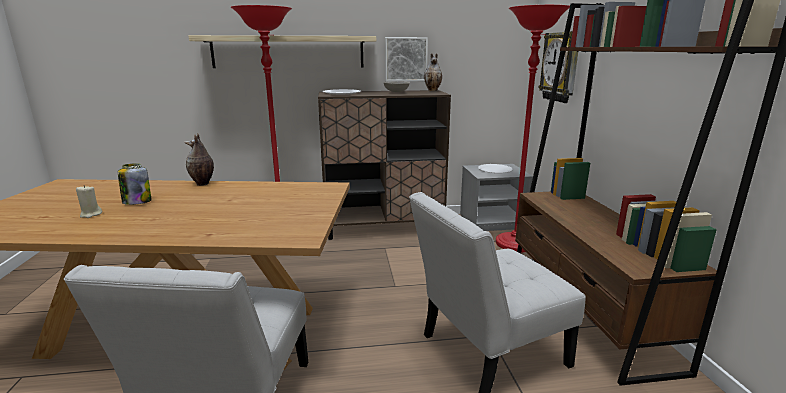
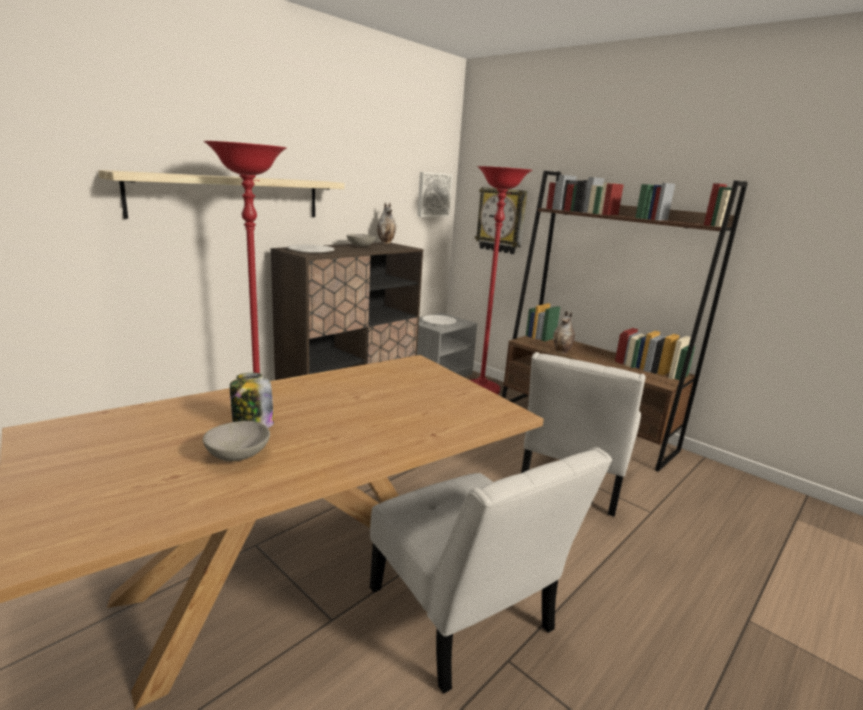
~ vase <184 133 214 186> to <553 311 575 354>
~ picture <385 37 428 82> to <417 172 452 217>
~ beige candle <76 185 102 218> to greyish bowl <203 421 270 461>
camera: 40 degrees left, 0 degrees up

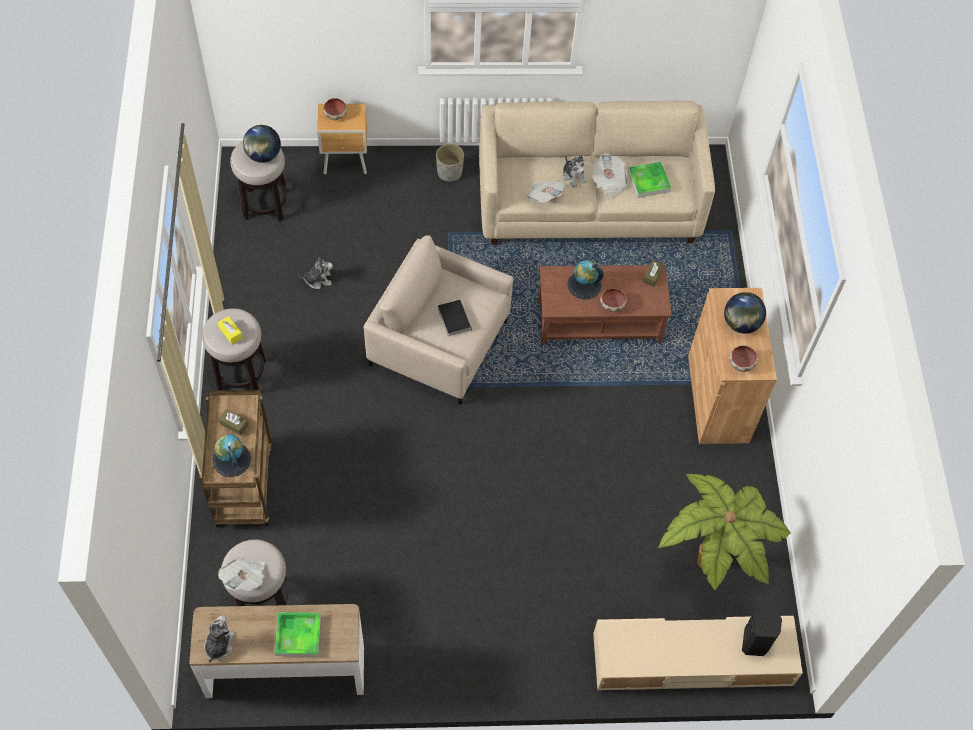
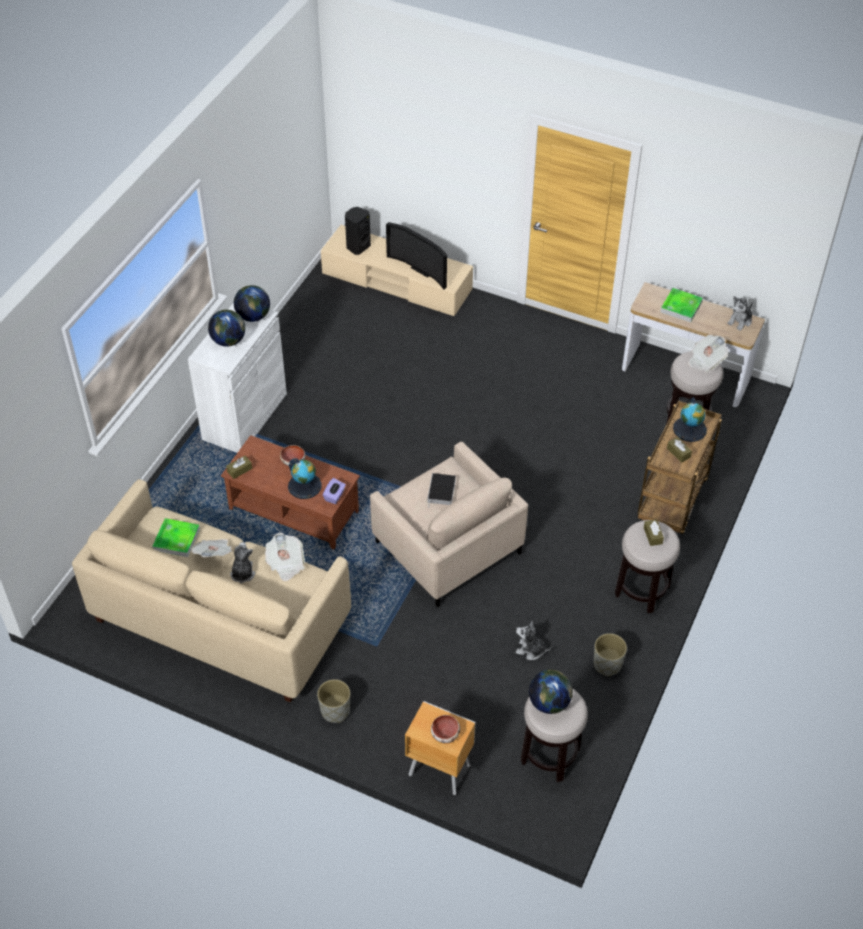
- potted plant <658 474 791 591>
+ purplish tissue holder <323 478 346 504>
+ television <386 222 447 289>
+ greyish planter <594 633 627 676>
~ bowl <729 346 758 372> to globe <234 285 270 322>
~ yellowish tissue holder <218 316 243 344> to brownish tissue holder <644 519 664 546>
~ brownish cabinet <688 288 777 444> to whitish cabinet <188 303 287 453>
camera: 150 degrees left, 10 degrees down

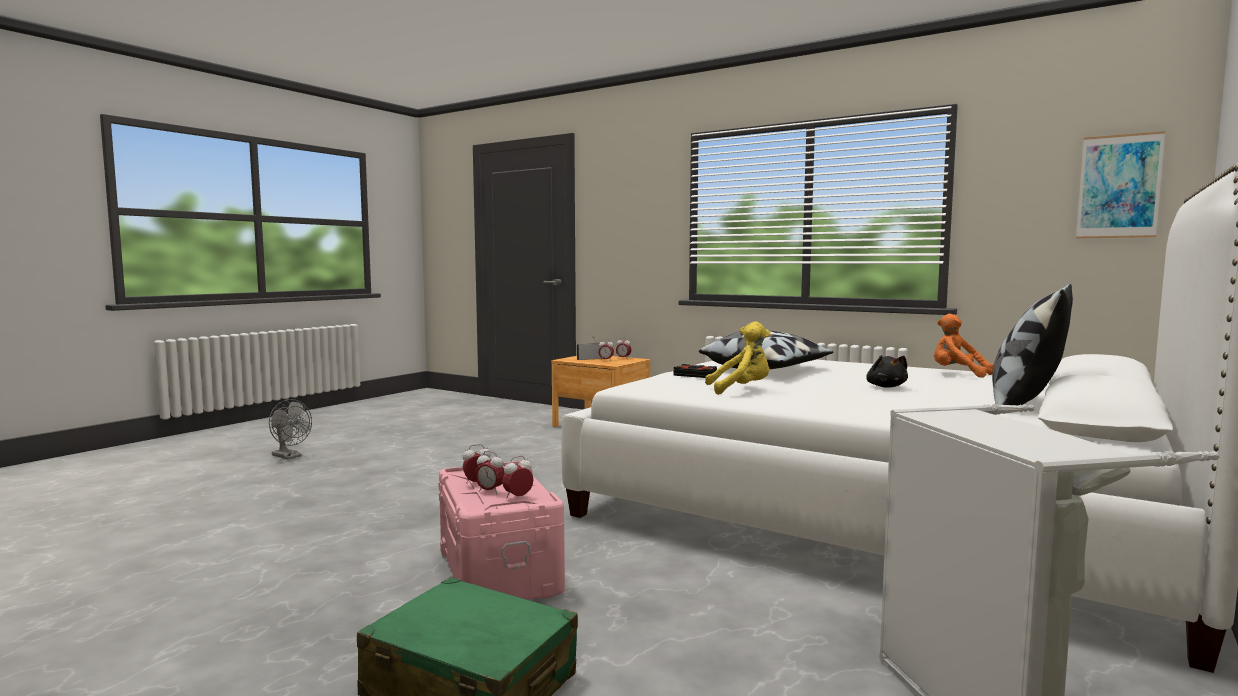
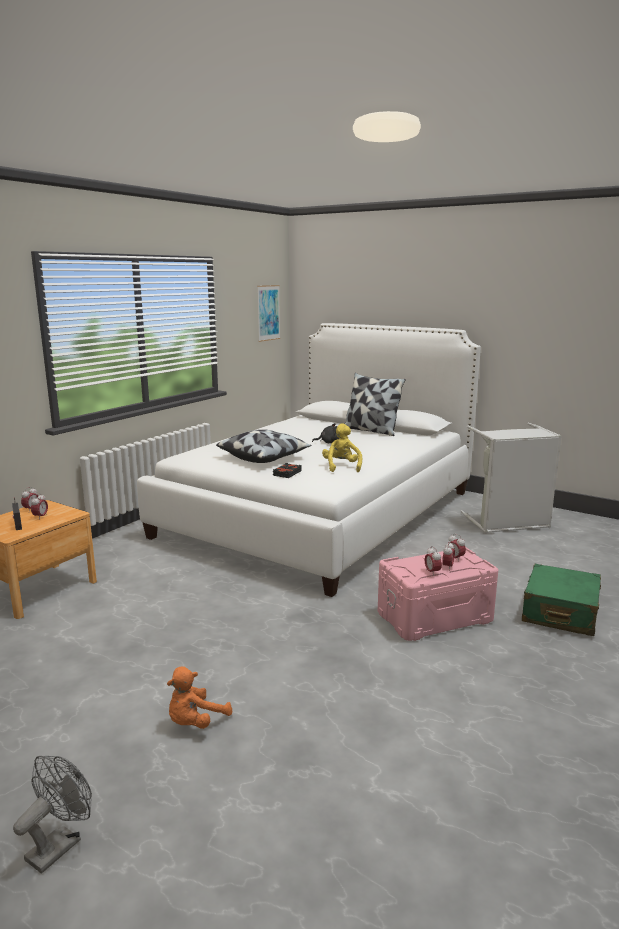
~ orange-coloured plush toy <934 314 994 378> to <167 667 232 729>
camera: 90 degrees left, 10 degrees up

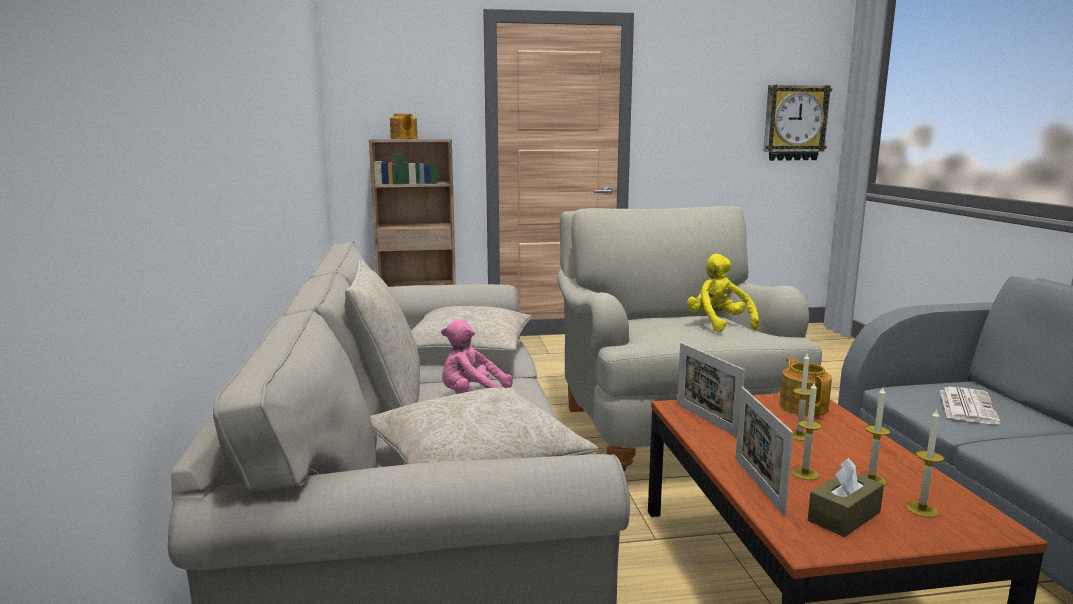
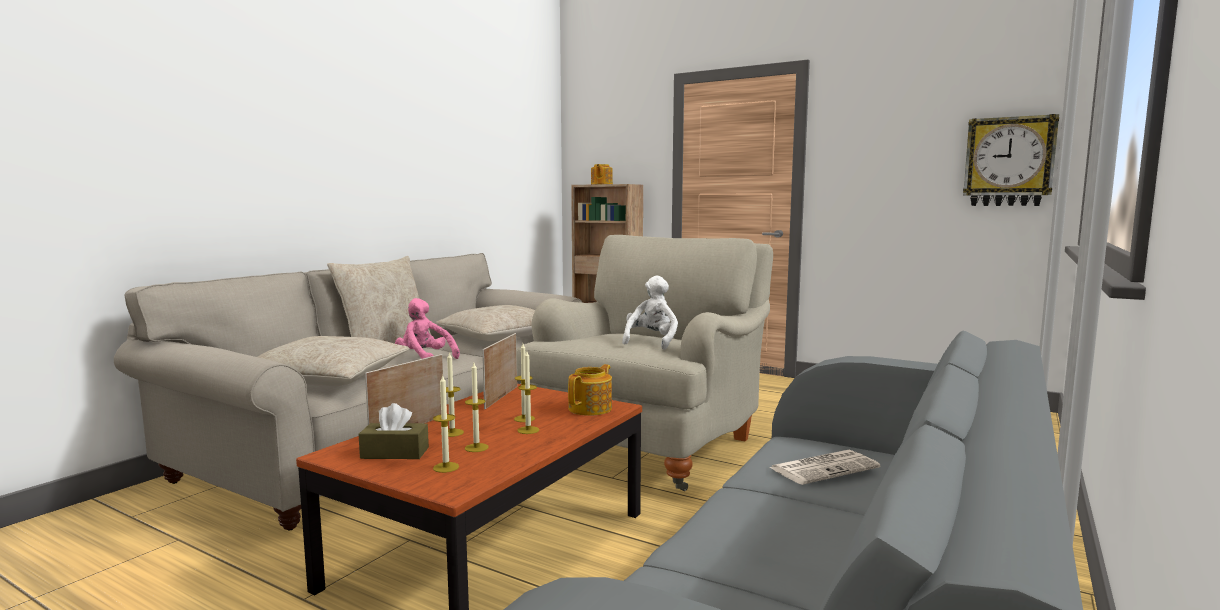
+ candle <517 351 539 434>
~ yellowish plush toy <687 254 759 332> to whitish plush toy <622 276 678 350>
camera: 40 degrees right, 5 degrees down

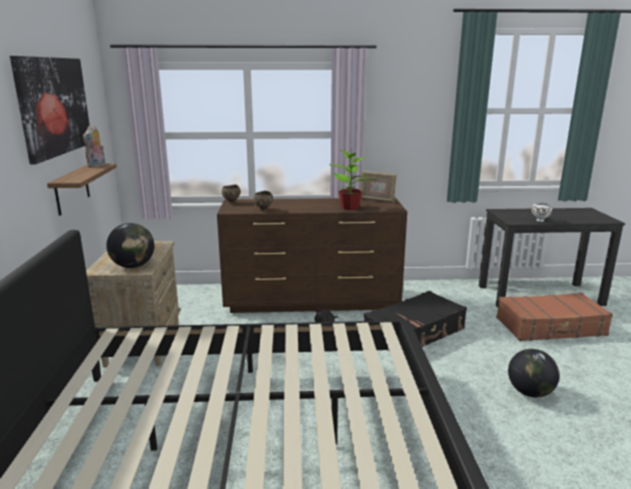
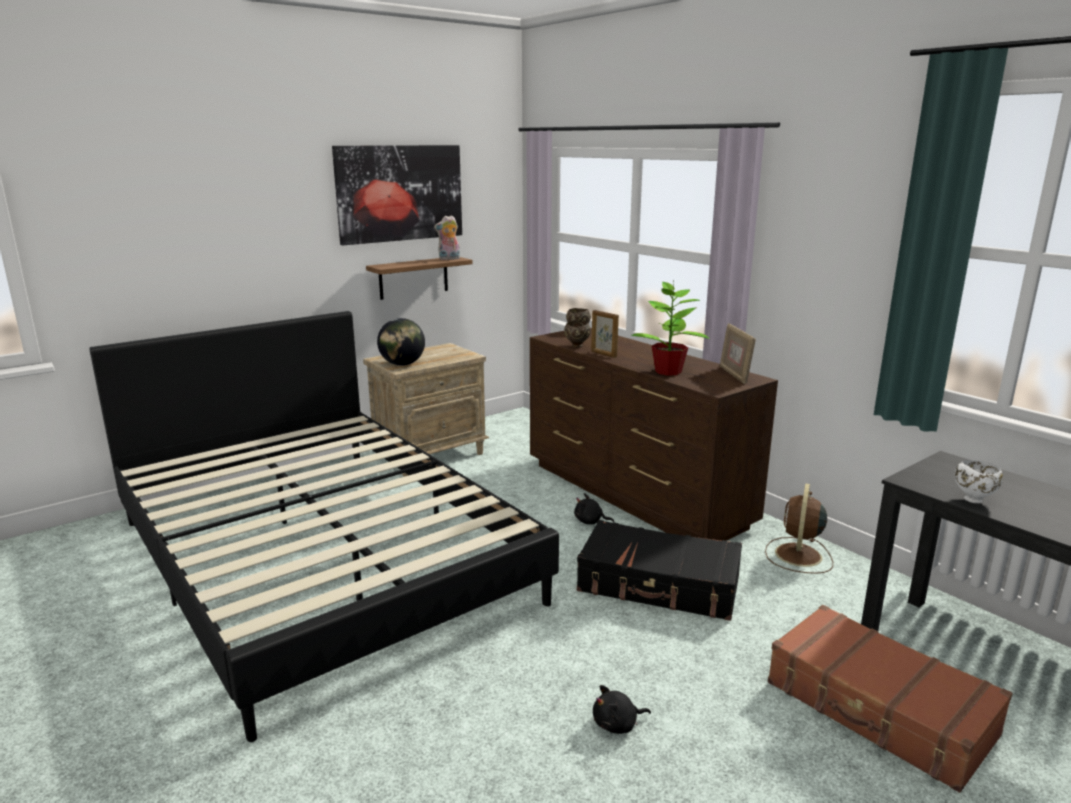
+ photo frame <591 310 619 358>
+ brownish electric fan <765 483 833 574>
~ globe <508 349 560 397> to black plush toy <593 685 651 734>
camera: 55 degrees right, 0 degrees up

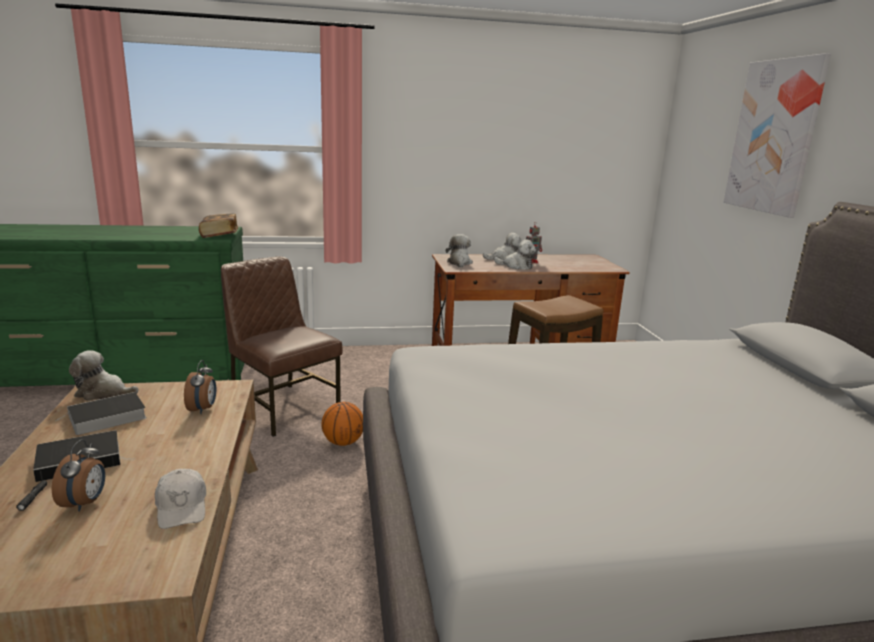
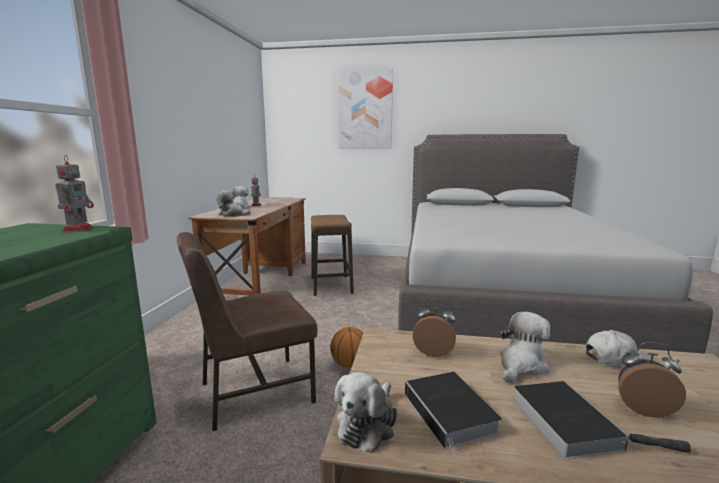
~ plush toy <494 240 536 270> to <500 312 550 382>
~ volume <199 213 238 238> to robot figure <55 155 94 231>
camera: 70 degrees left, 5 degrees down

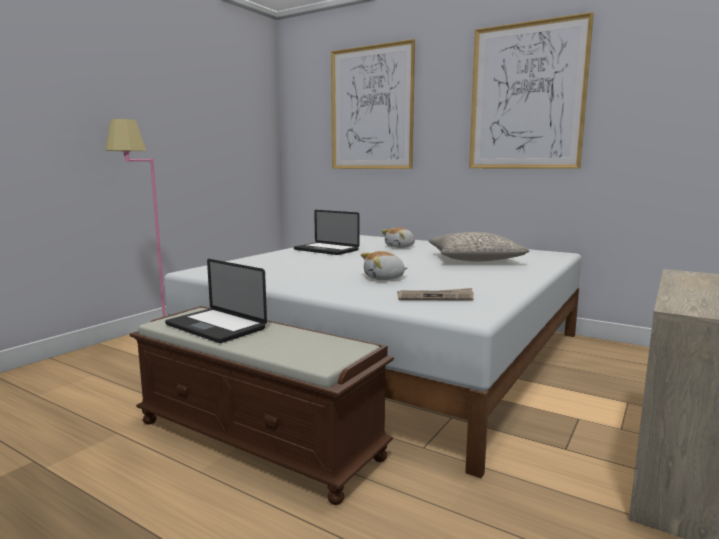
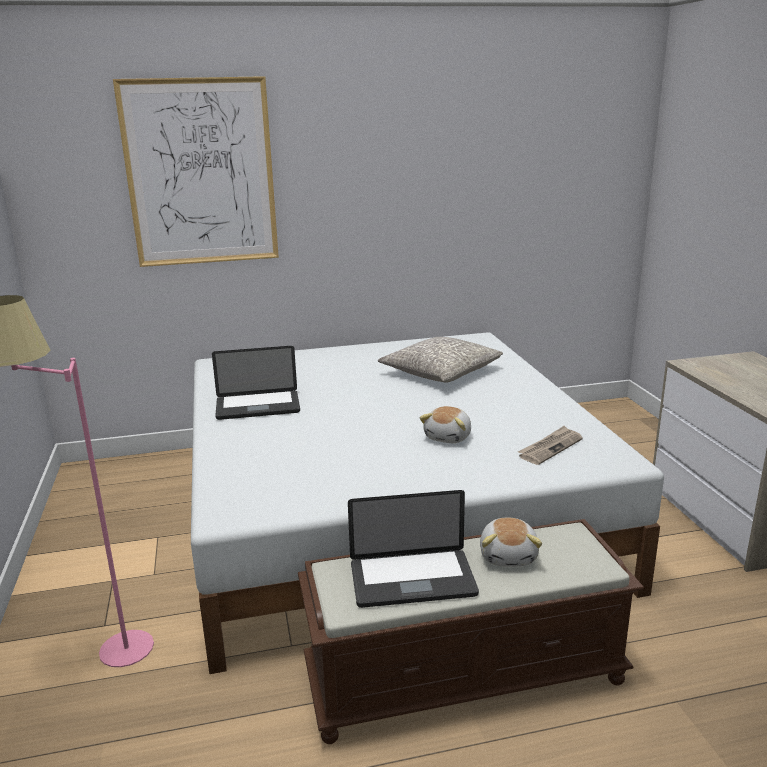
- picture <469 12 594 169>
~ plush toy <382 228 415 248> to <480 518 542 567>
camera: 45 degrees left, 10 degrees up

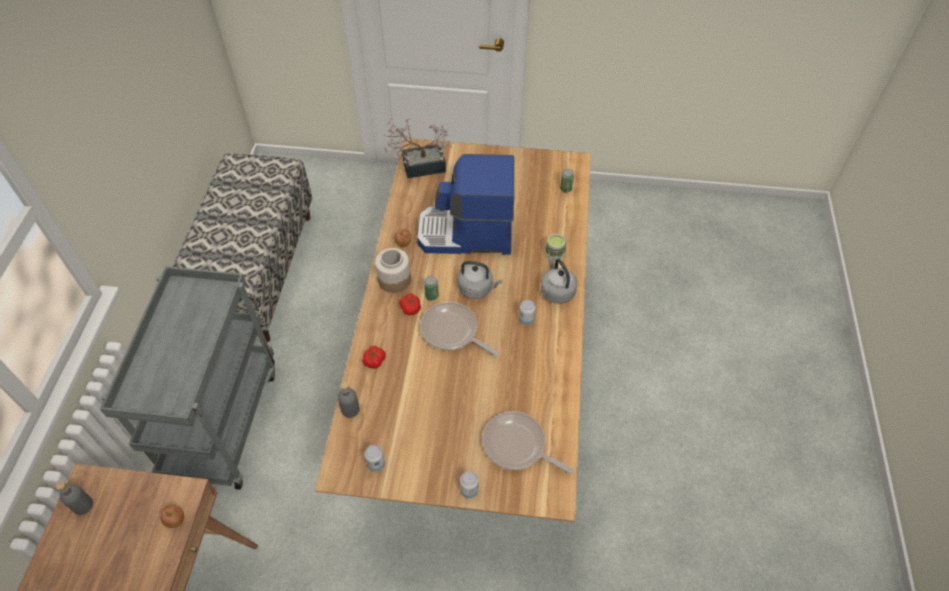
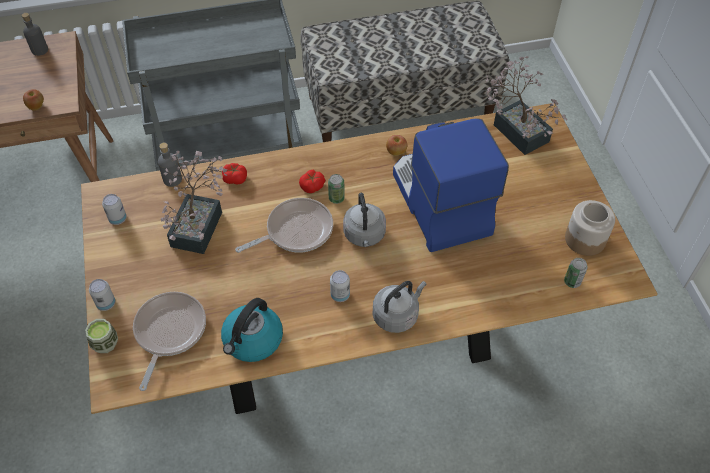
+ potted plant <161 151 228 254>
+ kettle <221 298 283 362>
~ storage jar <375 248 411 293> to <565 200 615 256>
~ small cup <545 234 566 260> to <85 319 118 353>
~ skillet <420 302 499 356> = <235 198 333 253> 45 degrees clockwise
camera: 70 degrees right, 0 degrees up

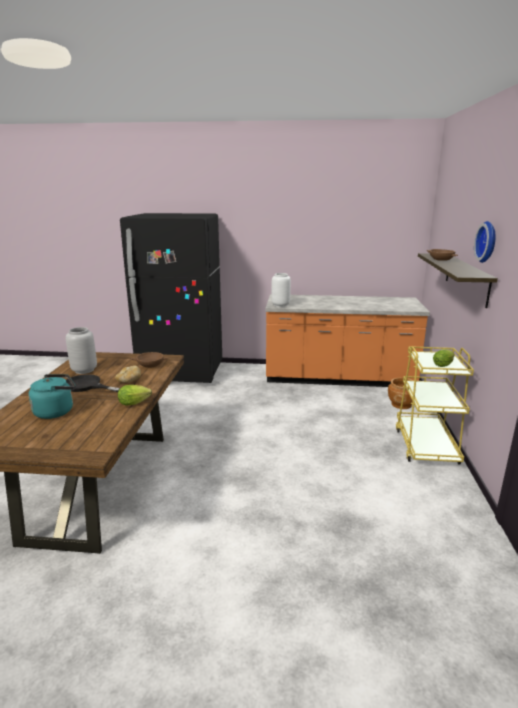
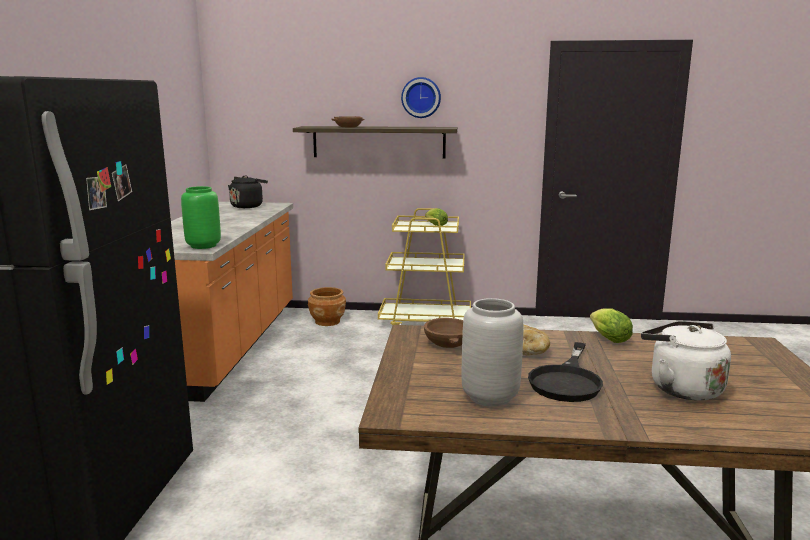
+ black kettle <228 176 268 208>
~ turquoise-coloured kettle <28 374 75 419> to whitish kettle <641 321 731 401>
~ whitish vase <271 273 291 307> to greenish vase <181 186 221 249>
camera: 90 degrees left, 5 degrees down

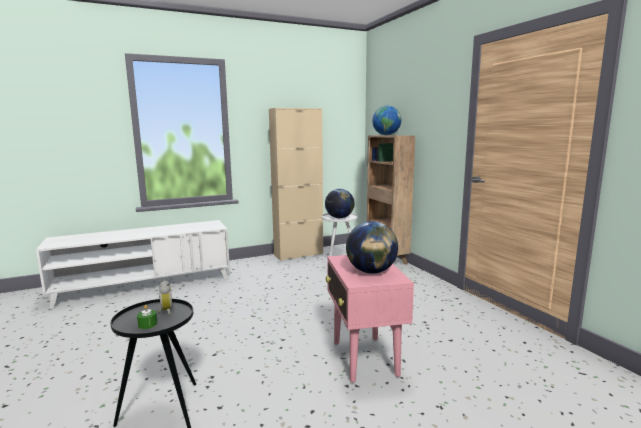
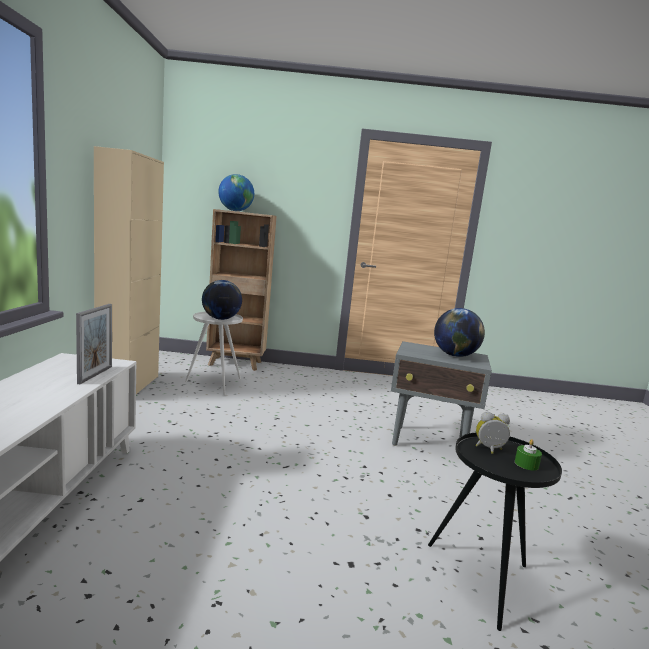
+ photo frame <76 304 112 384>
~ pink-coloured side table <326 255 414 382> to greyish side table <391 341 492 460>
camera: 65 degrees left, 0 degrees up

